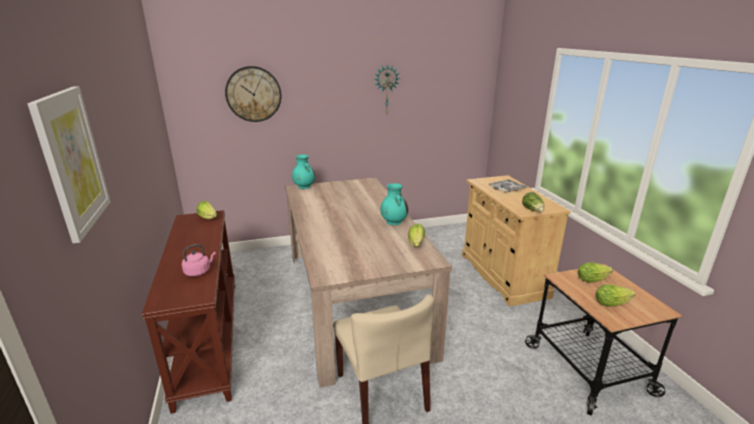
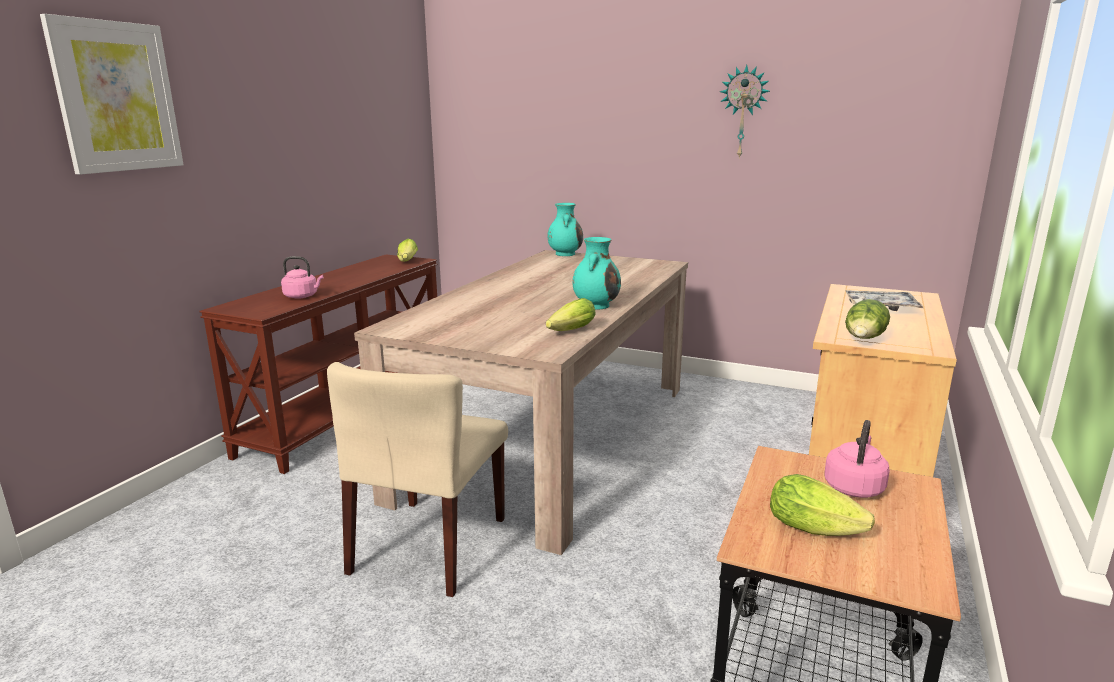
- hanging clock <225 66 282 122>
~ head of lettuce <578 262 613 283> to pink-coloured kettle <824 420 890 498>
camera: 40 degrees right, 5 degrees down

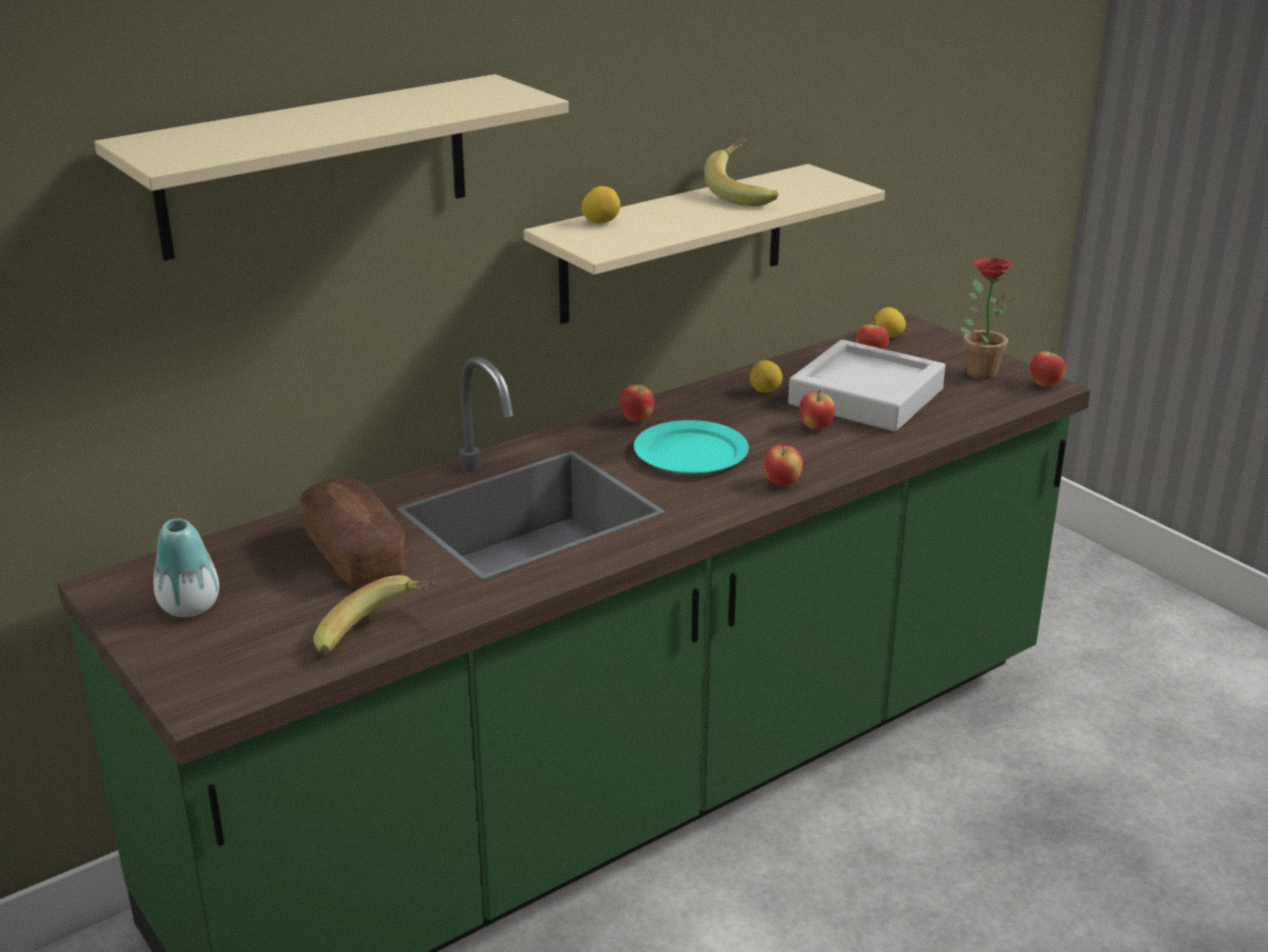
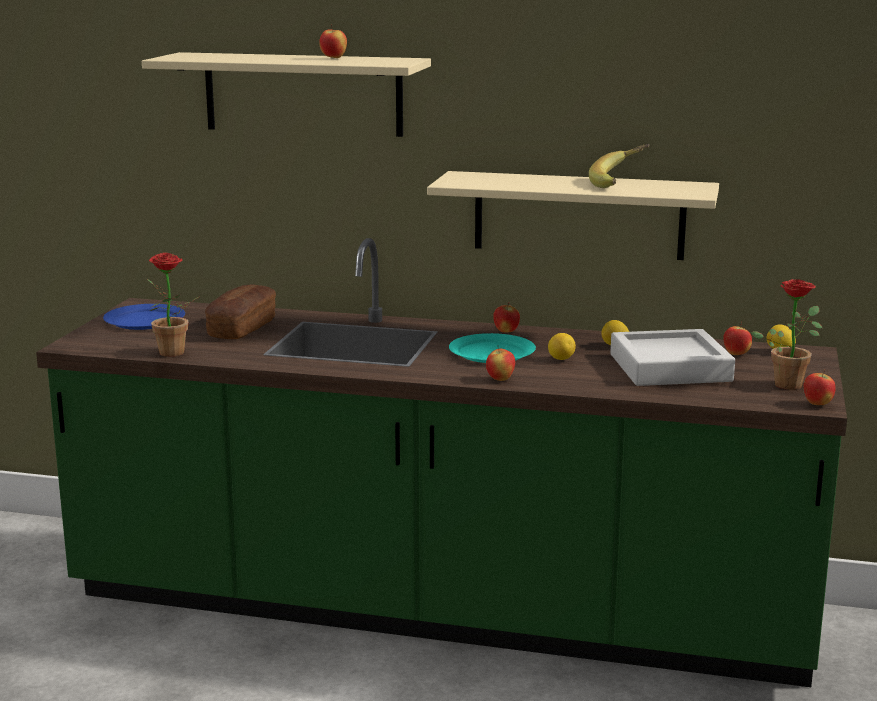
~ whole lemon <581 186 620 223> to <548 333 576 360>
~ apple fruit <799 390 835 429> to <319 24 347 58>
~ vase <154 519 219 617> to blue-coloured dinner plate <103 304 185 330>
~ banana <313 575 436 655> to potted plant <147 252 199 357>
camera: 50 degrees right, 10 degrees down

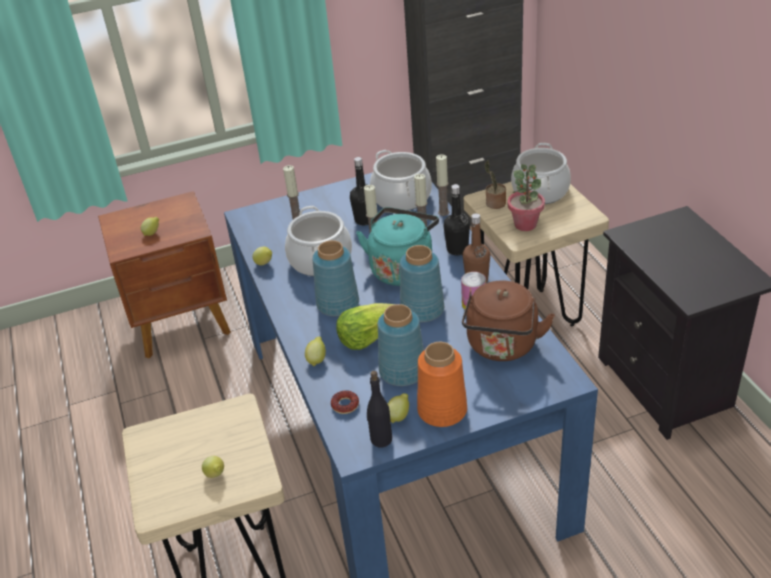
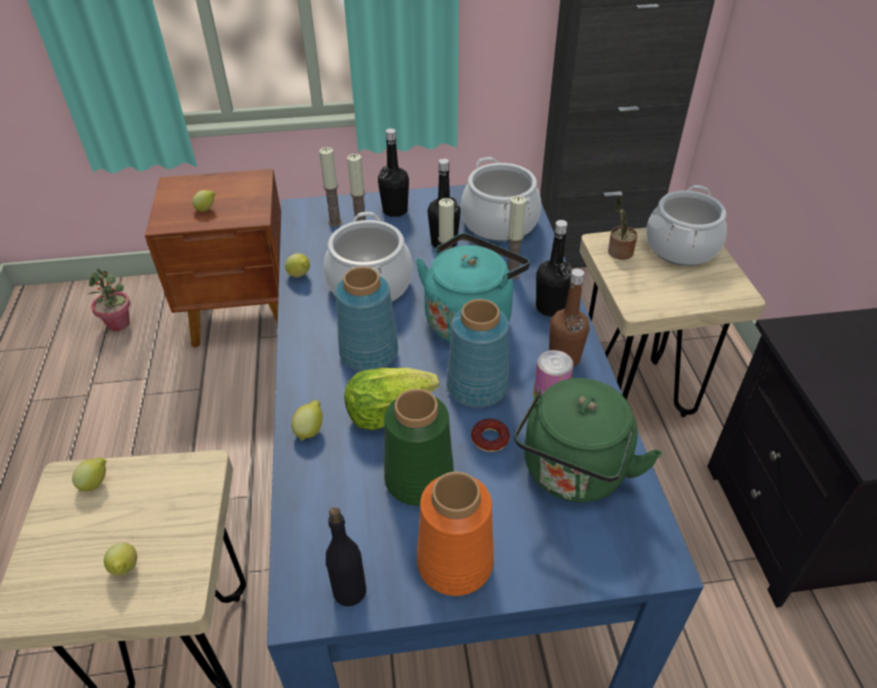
+ black drink bottle <378 128 409 217>
~ doughnut <331 390 359 414> to <471 419 510 452>
~ whole lemon <388 393 409 423> to <72 457 106 492>
~ candle <436 154 449 216> to <319 147 342 227>
~ potted plant <508 164 545 231> to <88 268 130 331>
~ blue-coloured vase <378 304 424 386> to greenish vase <384 389 454 506>
~ brownish kettle <462 280 555 361> to greenish kettle <514 378 662 502>
camera: 10 degrees right, 5 degrees up

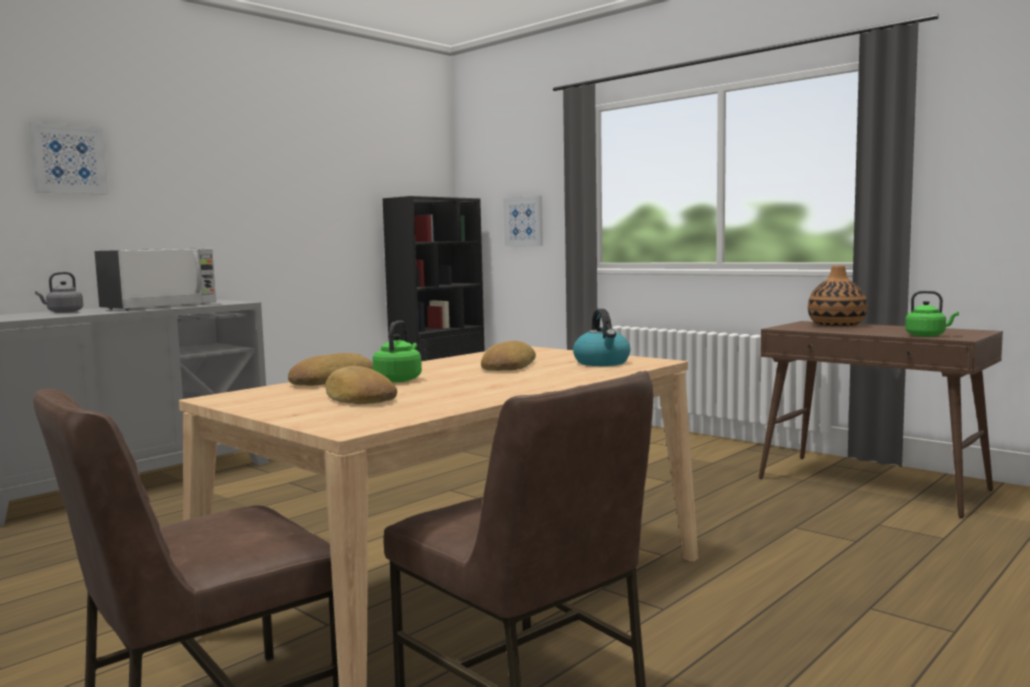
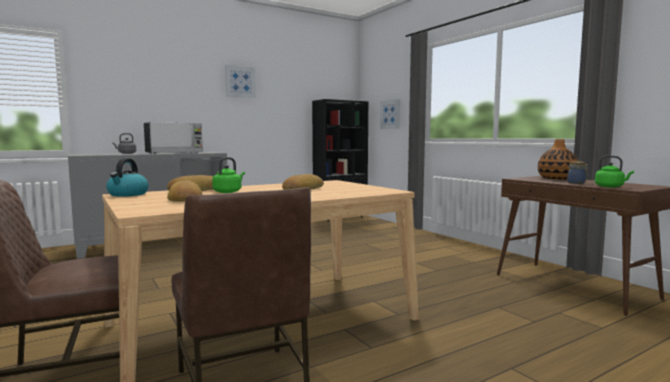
+ storage jar <567 161 588 184>
~ picture <28 122 108 195> to <225 65 256 98>
~ kettle <573 309 630 366> to <106 158 149 197>
camera: 15 degrees right, 0 degrees up

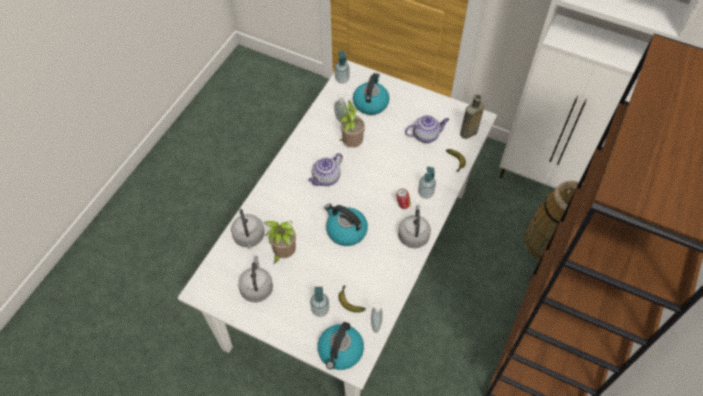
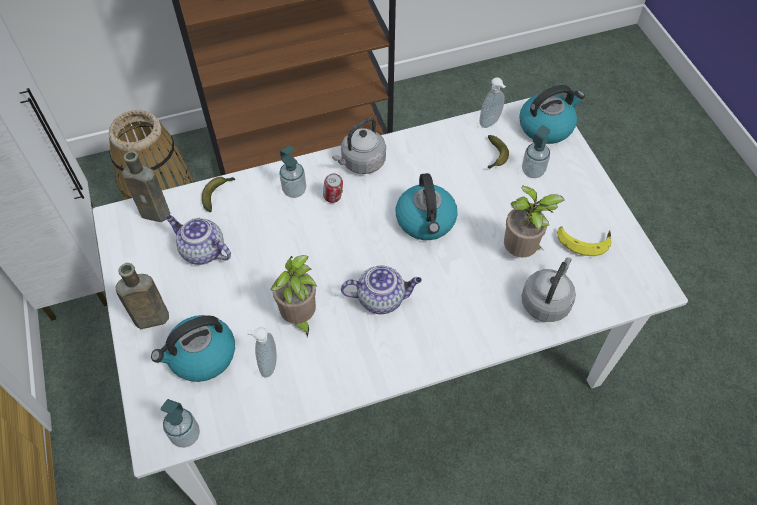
+ brownish drink bottle <116 263 169 329>
~ greyish kettle <238 256 273 302> to banana <557 226 611 256>
camera: 135 degrees left, 0 degrees up

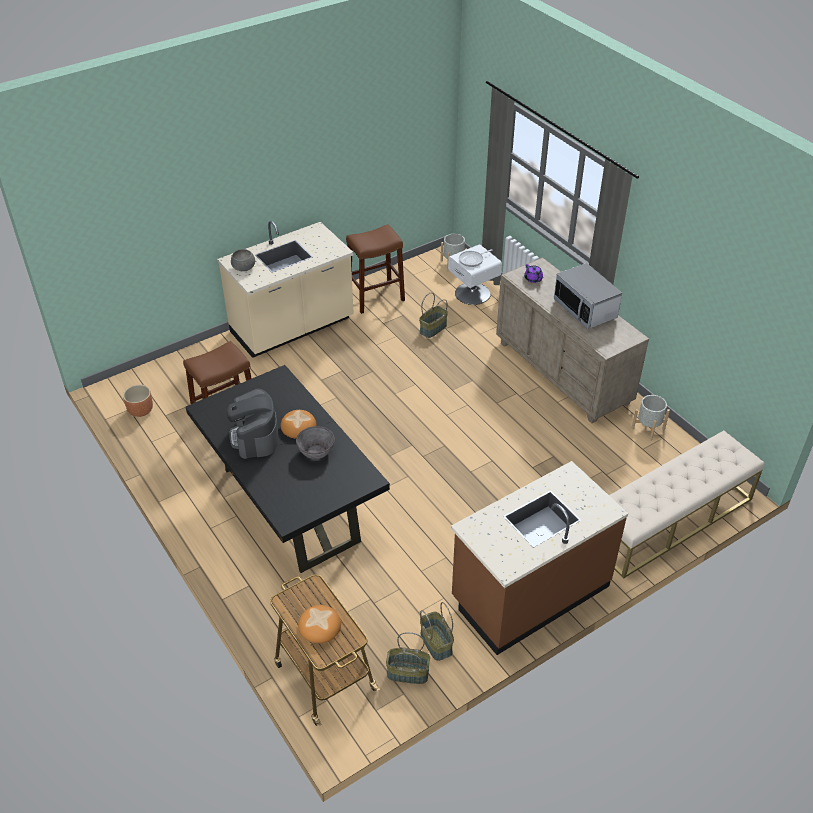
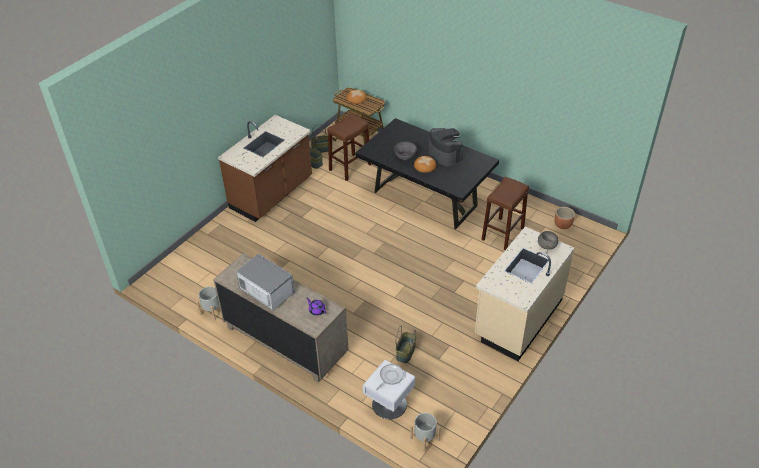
- beige indoor bench <609 431 764 579>
~ brownish sitting stool <346 224 405 314> to <327 114 371 181>
camera: 160 degrees right, 0 degrees up

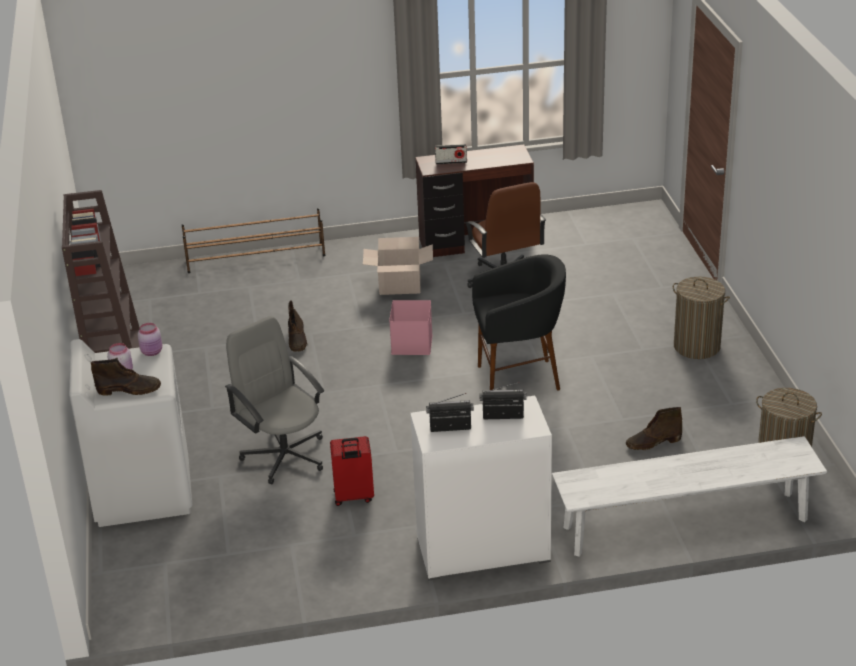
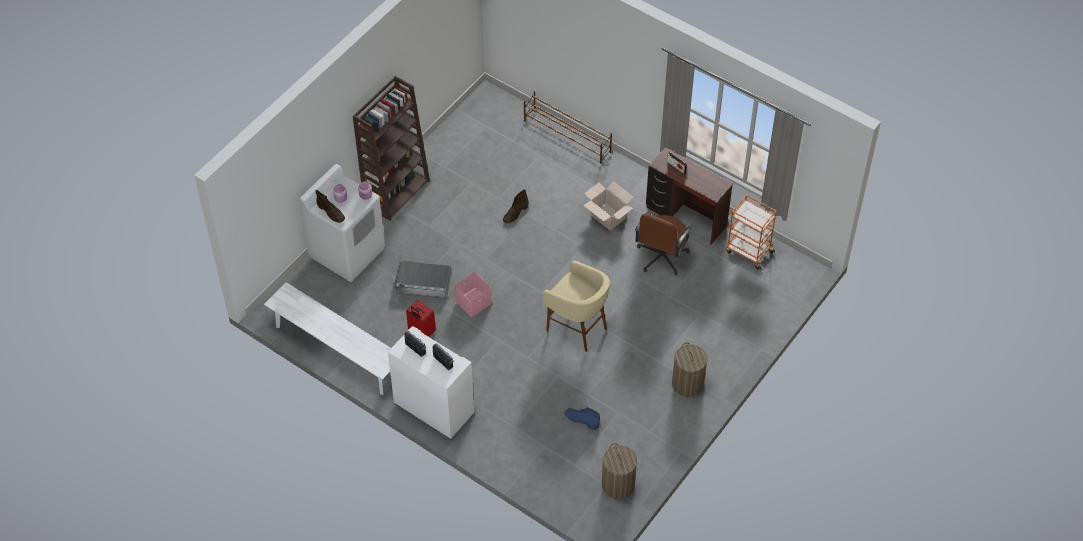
+ orange-coloured trolley <726 195 777 270>
~ pink-coloured storage box <389 300 433 355> to <454 272 491 317>
~ whitish indoor bench <552 436 827 557> to <264 282 391 395>
~ greyish computer chair <225 316 324 484> to greyish storage box <395 261 452 298>
~ black sitting stool <472 255 566 390> to beige sitting stool <543 260 610 352>
~ brownish boot <626 407 682 450> to blue-coloured boot <564 407 600 430>
camera: 45 degrees right, 20 degrees up

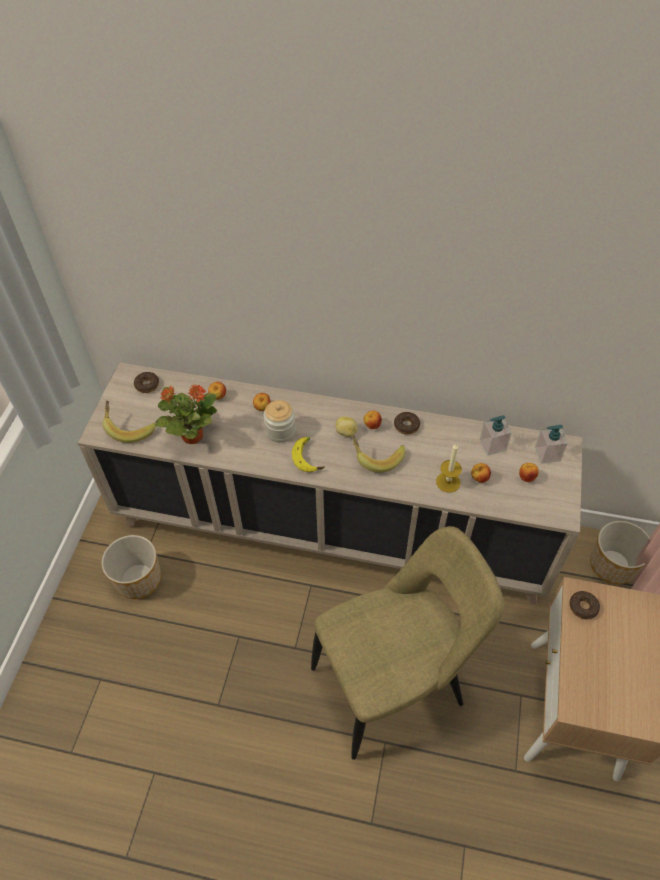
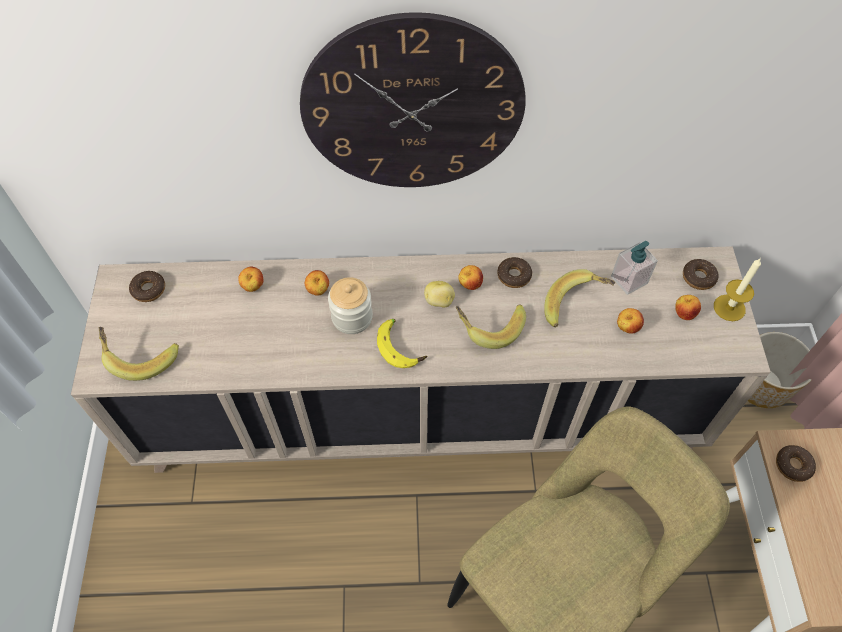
- planter <101 535 161 599>
- potted plant <155 385 217 444>
+ hanging clock <300 12 526 187>
+ banana <544 269 615 327>
~ candle <436 443 462 493> to <714 259 761 321>
~ soap bottle <535 425 568 464> to doughnut <683 259 719 290>
camera: 15 degrees left, 5 degrees up

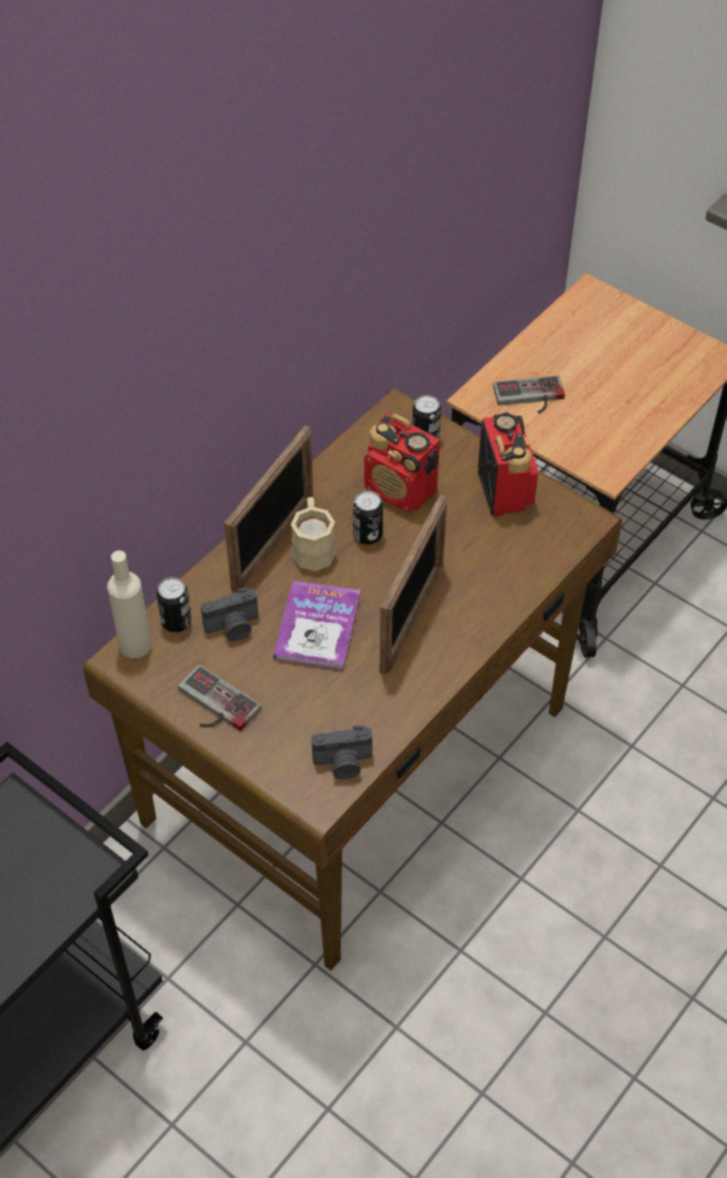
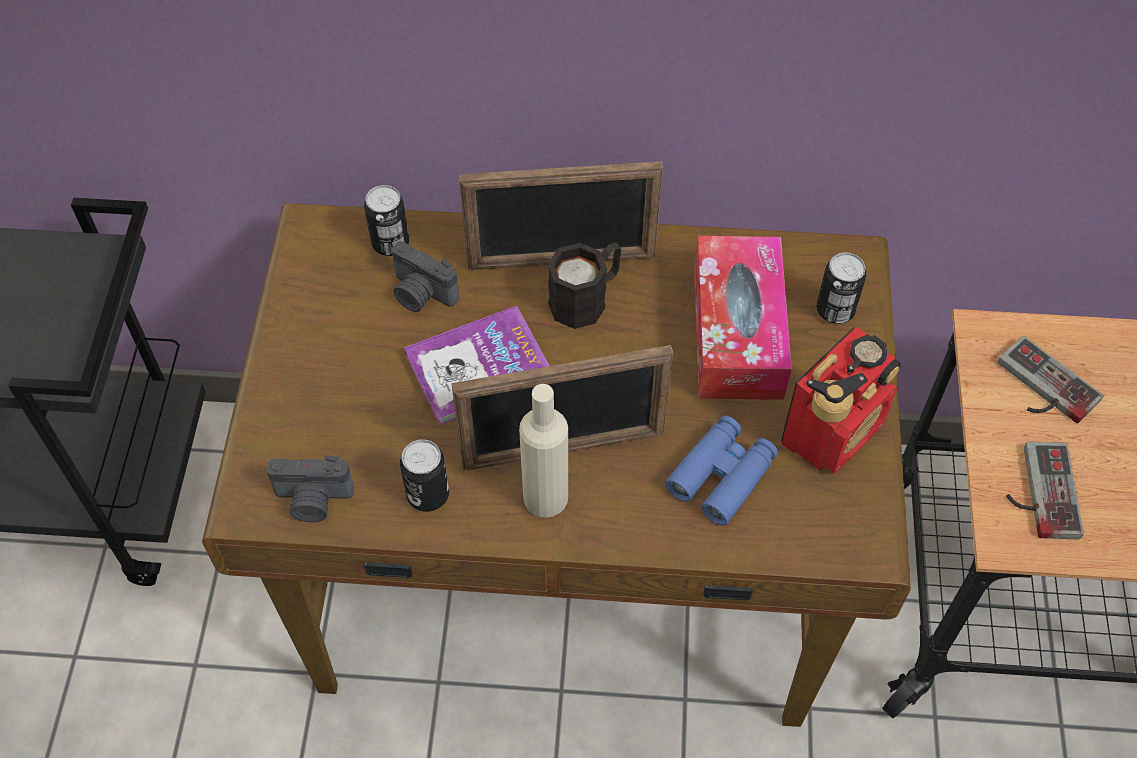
+ blue-coloured binoculars <665 416 778 526>
~ beige drink bottle <107 551 152 658> to <519 384 568 518>
~ gamepad <178 665 261 731> to <1006 441 1084 540>
~ can <353 490 383 545> to <400 439 449 512>
~ radio <364 412 440 512> to tissue holder <694 236 792 400>
~ beige tea mug <291 497 336 571> to black tea mug <548 243 622 329>
~ photo camera <312 725 372 779> = <267 455 354 522> 45 degrees counterclockwise
camera: 55 degrees right, 5 degrees up

